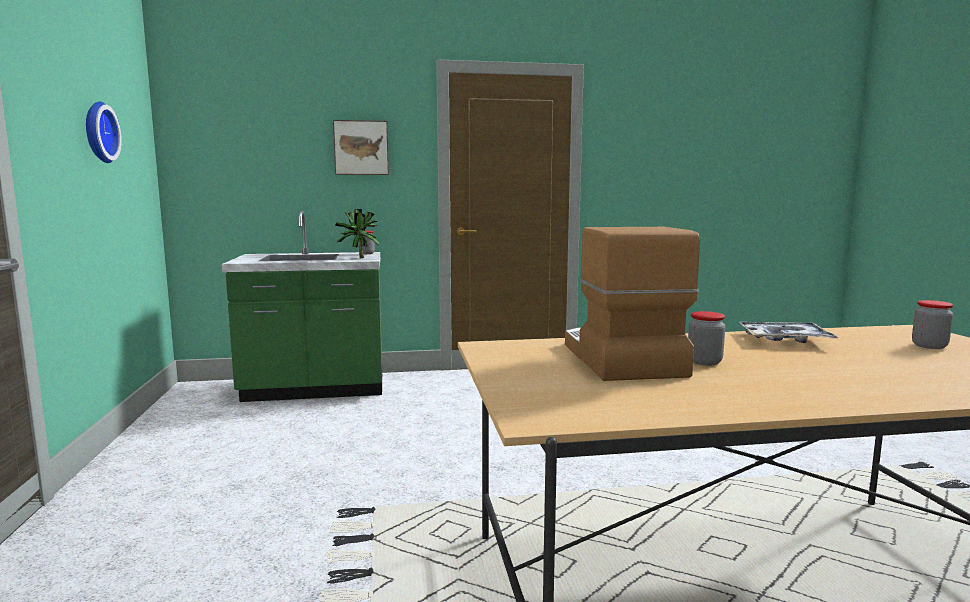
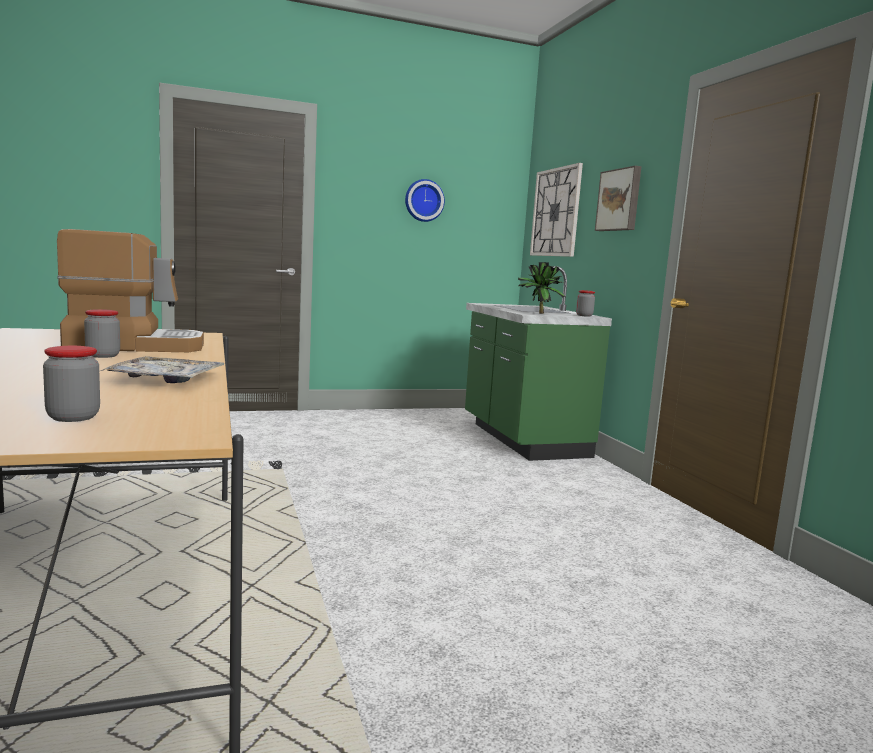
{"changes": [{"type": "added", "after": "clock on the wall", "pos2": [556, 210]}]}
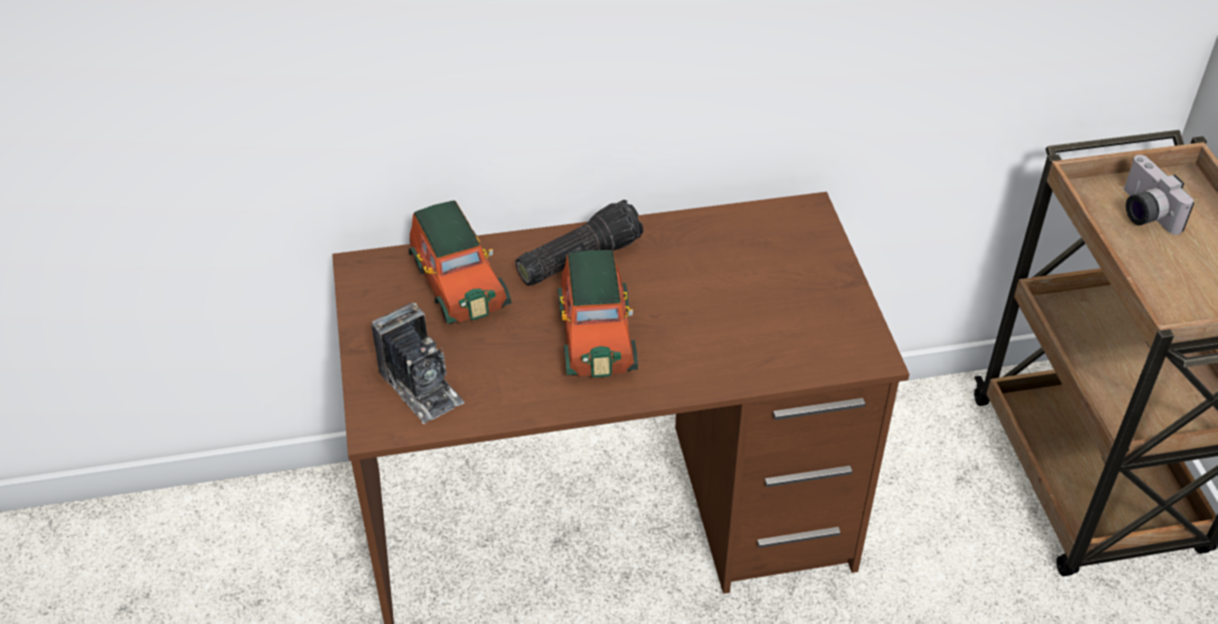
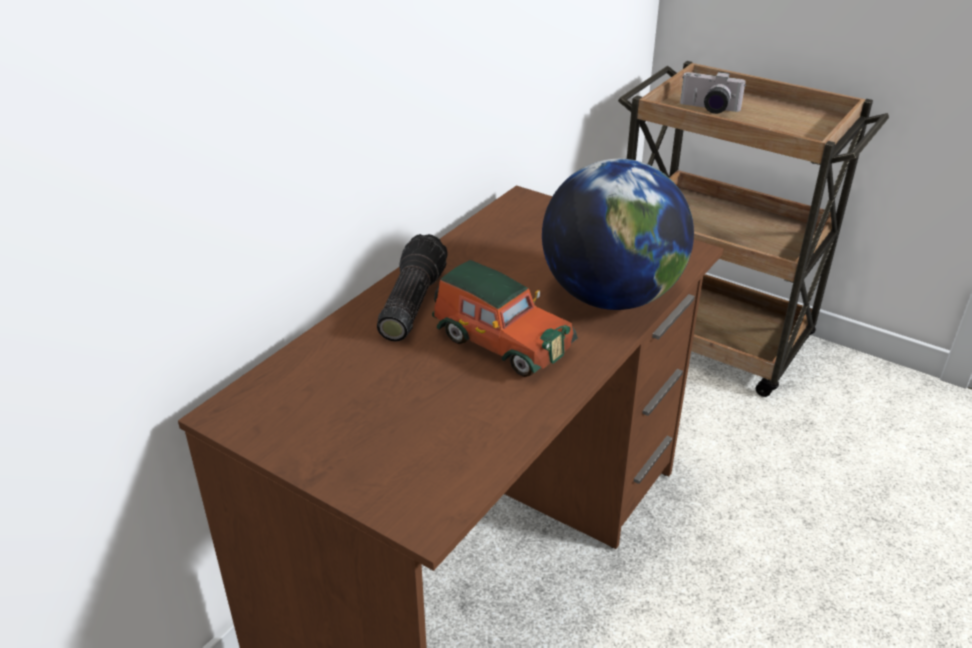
{"changes": [{"type": "removed", "before": "still camera", "pos1": [418, 363]}, {"type": "removed", "before": "model car", "pos1": [460, 262]}, {"type": "added", "after": "desk globe", "pos2": [618, 234]}]}
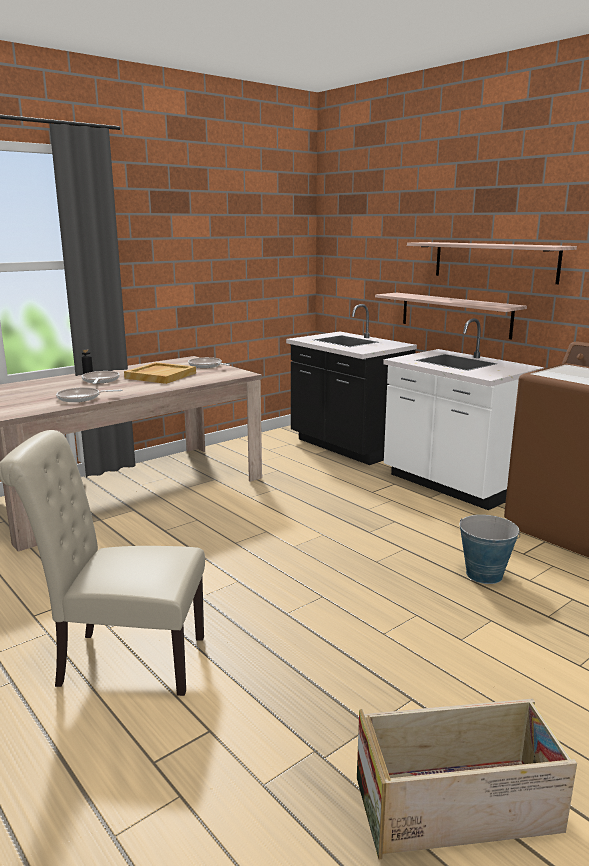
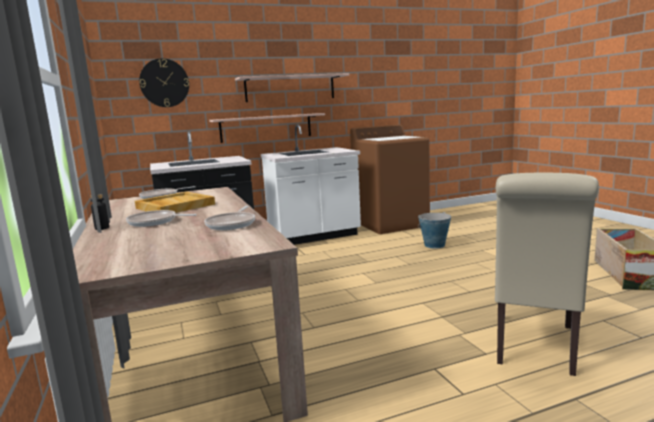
{"changes": [{"type": "added", "after": "clock on the wall", "pos2": [164, 82]}]}
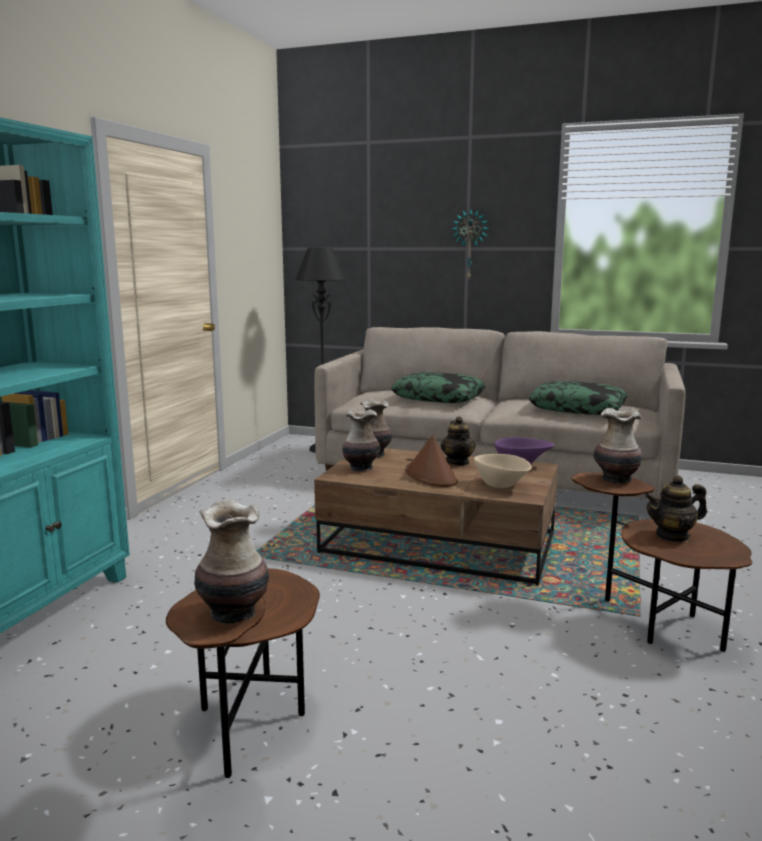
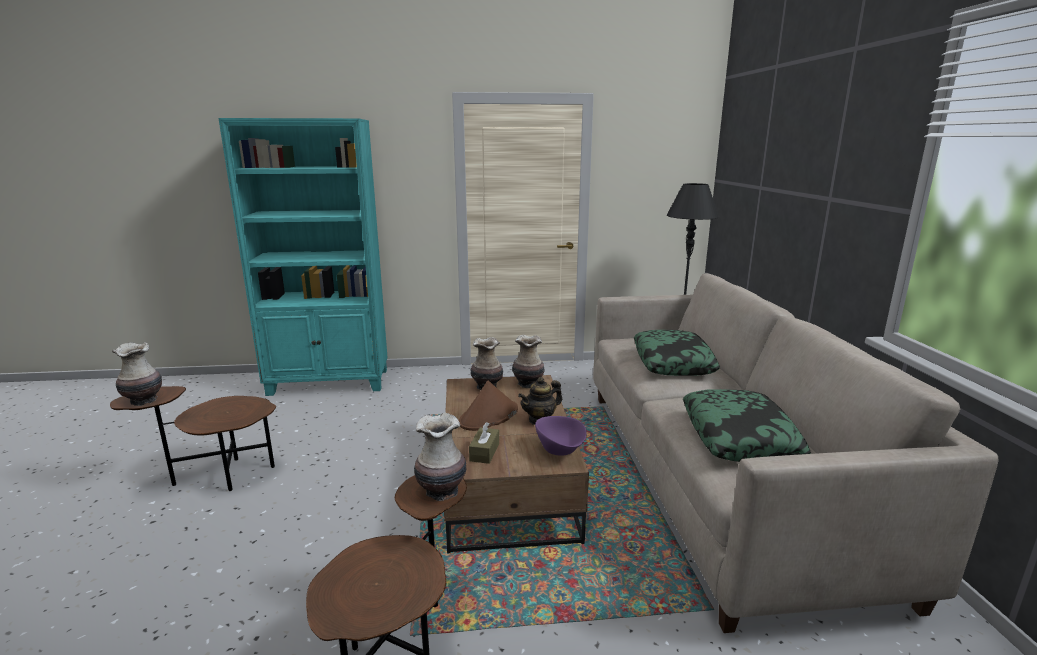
{"changes": [{"type": "removed", "before": "clock on the wall", "pos1": [471, 245]}, {"type": "replaced", "before": "sand-coloured serving bowl", "after": "brown box of tissues", "pos1": [503, 471], "pos2": [484, 443]}, {"type": "removed", "before": "teapot", "pos1": [676, 509]}]}
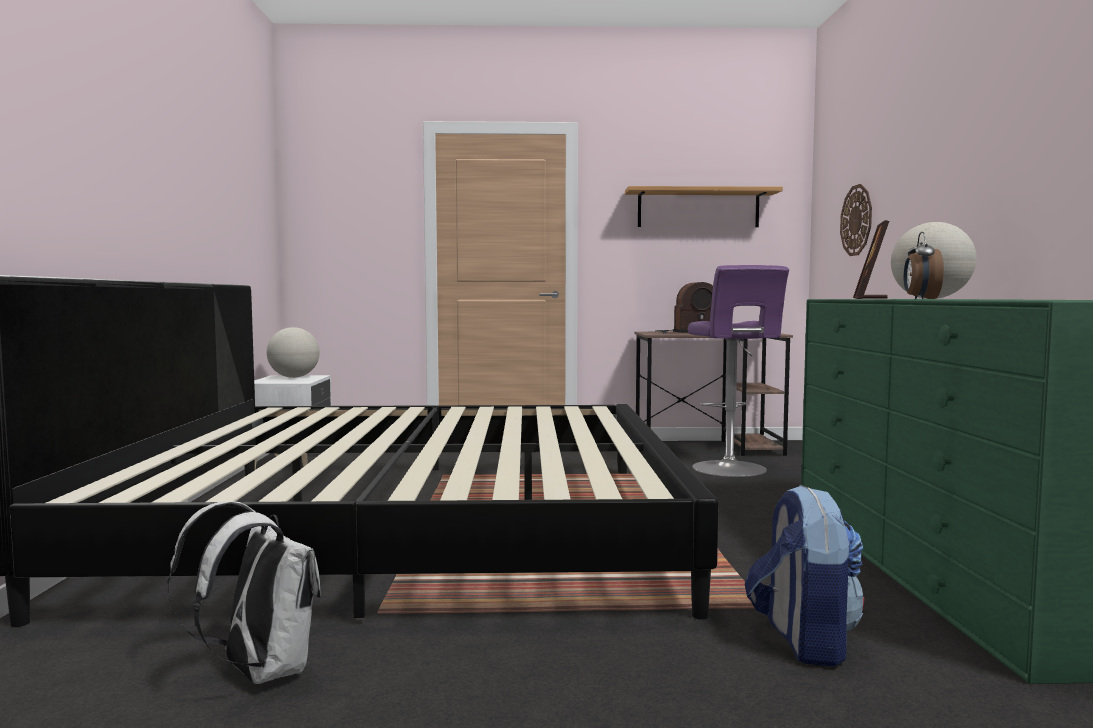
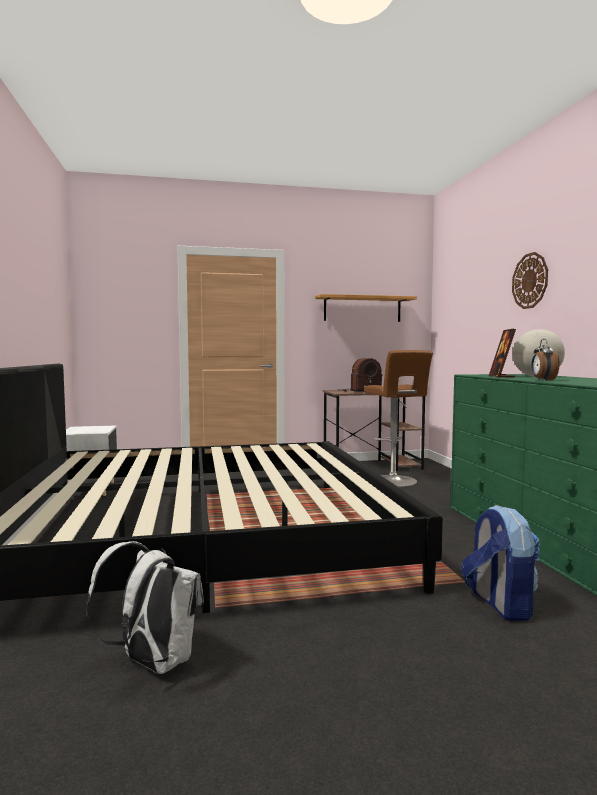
{"changes": [{"type": "removed", "before": "desk globe", "pos1": [293, 352]}, {"type": "recoloured", "before": "purplish stool seat", "after": "brown stool seat", "pos1": [738, 371], "pos2": [398, 418]}, {"type": "moved", "before": "clock on the wall", "pos1": [856, 220], "pos2": [530, 280]}]}
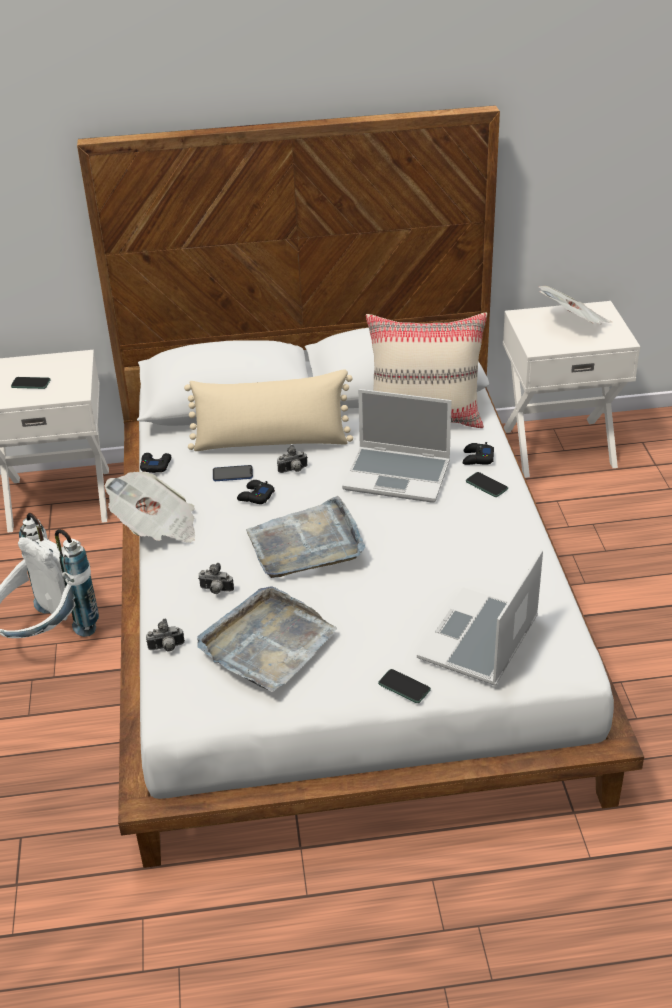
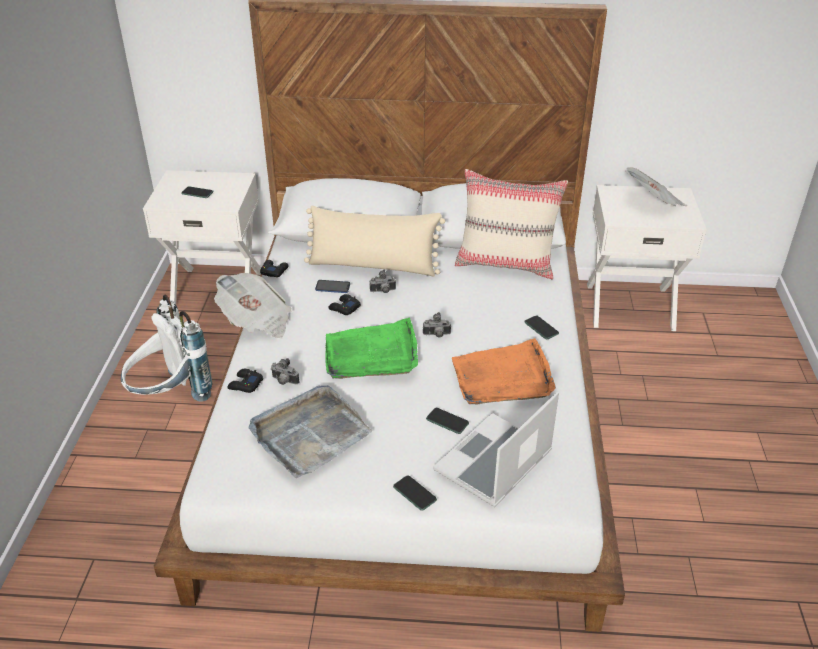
{"changes": [{"type": "moved", "before": "still camera", "pos1": [165, 635], "pos2": [437, 324]}, {"type": "recoloured", "before": "greyish serving tray", "after": "green serving tray", "pos1": [305, 537], "pos2": [371, 348]}, {"type": "removed", "before": "portable computer", "pos1": [396, 446]}, {"type": "moved", "before": "black joypad", "pos1": [478, 453], "pos2": [245, 381]}, {"type": "added", "after": "phone", "pos2": [447, 421]}, {"type": "added", "after": "orange serving tray", "pos2": [504, 371]}]}
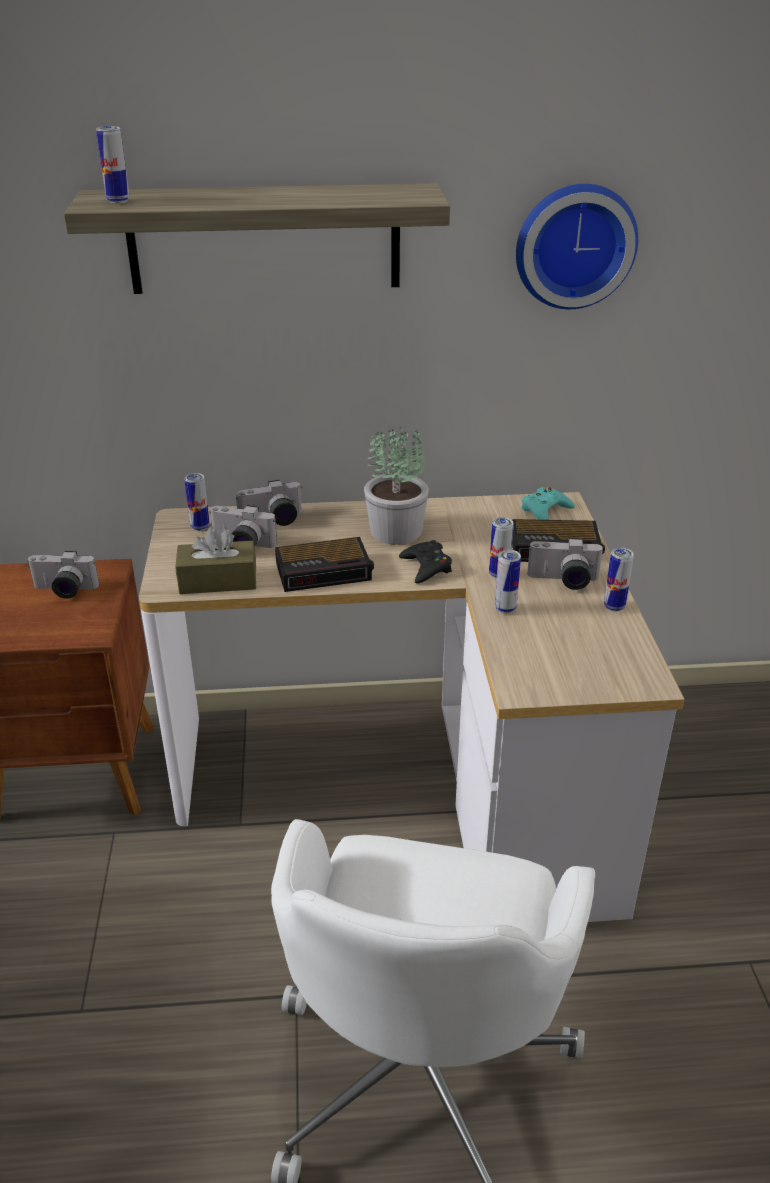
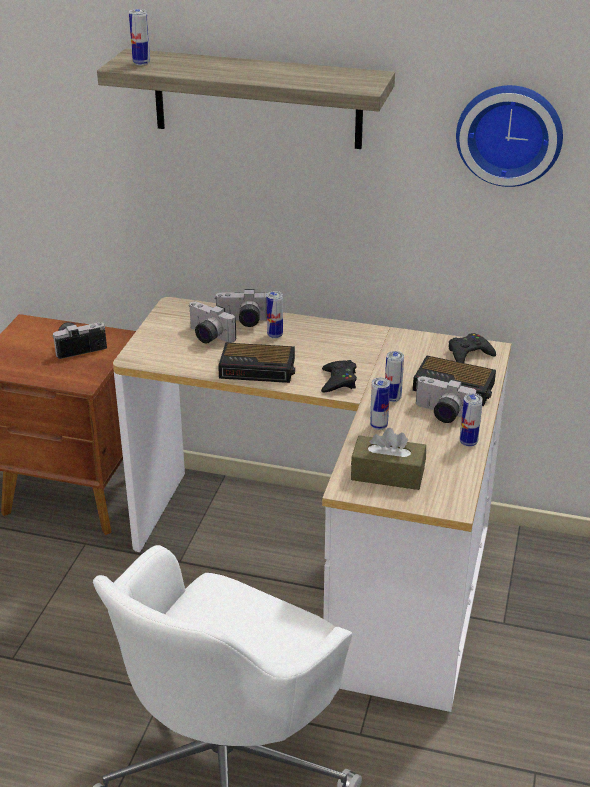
{"changes": [{"type": "turned", "before": "still camera", "pos1": [63, 575], "pos2": [79, 340], "turn": 135}, {"type": "moved", "before": "brown box of tissues", "pos1": [215, 560], "pos2": [388, 459]}, {"type": "moved", "before": "can", "pos1": [197, 502], "pos2": [275, 315]}, {"type": "removed", "before": "potted plant", "pos1": [396, 485]}, {"type": "recoloured", "before": "blue-green joypad", "after": "black joypad", "pos1": [548, 503], "pos2": [472, 348]}]}
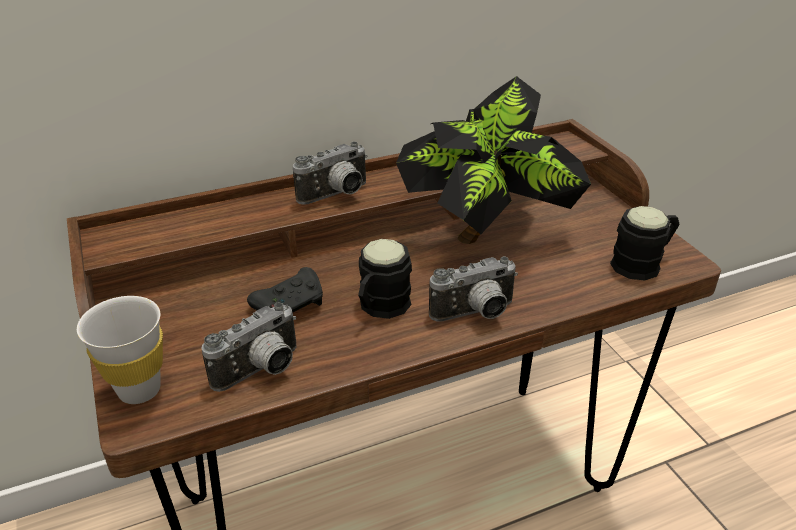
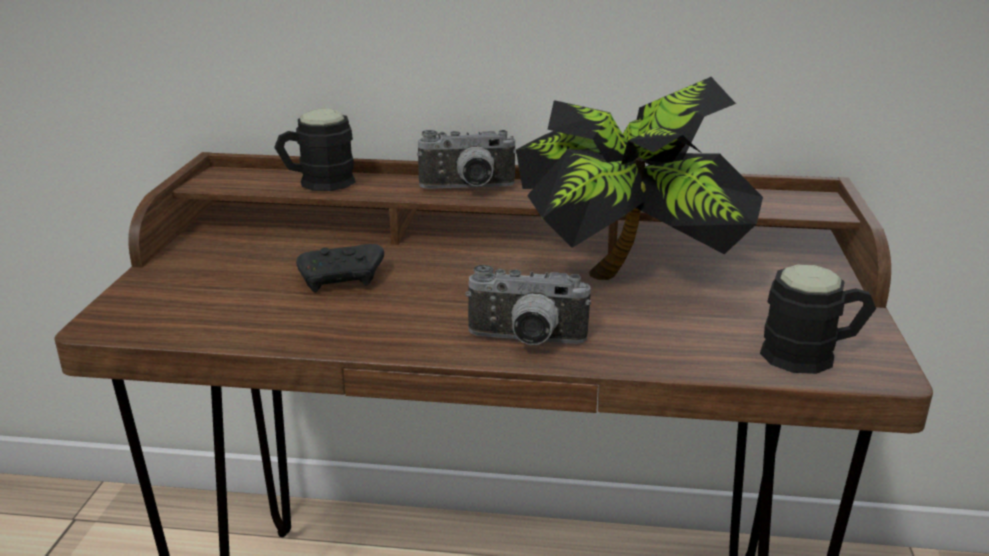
{"changes": [{"type": "removed", "before": "white small cup", "pos1": [120, 350]}, {"type": "removed", "before": "still camera", "pos1": [249, 347]}, {"type": "moved", "before": "black coffee mug", "pos1": [385, 279], "pos2": [315, 149]}]}
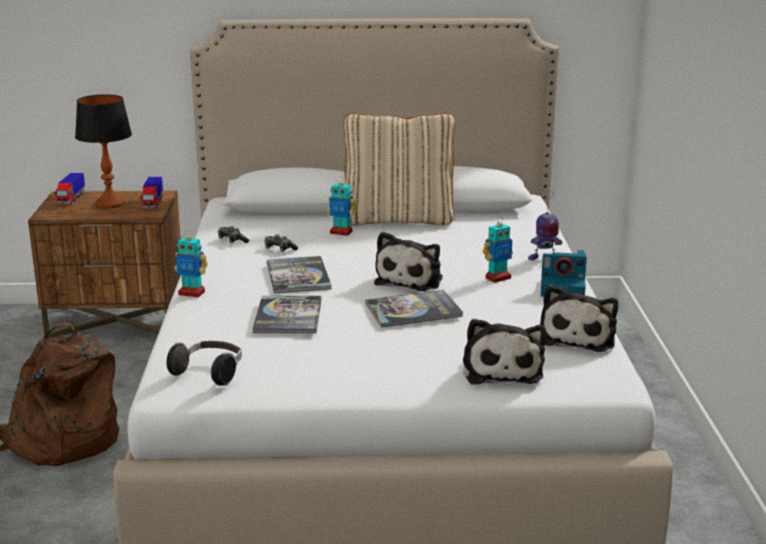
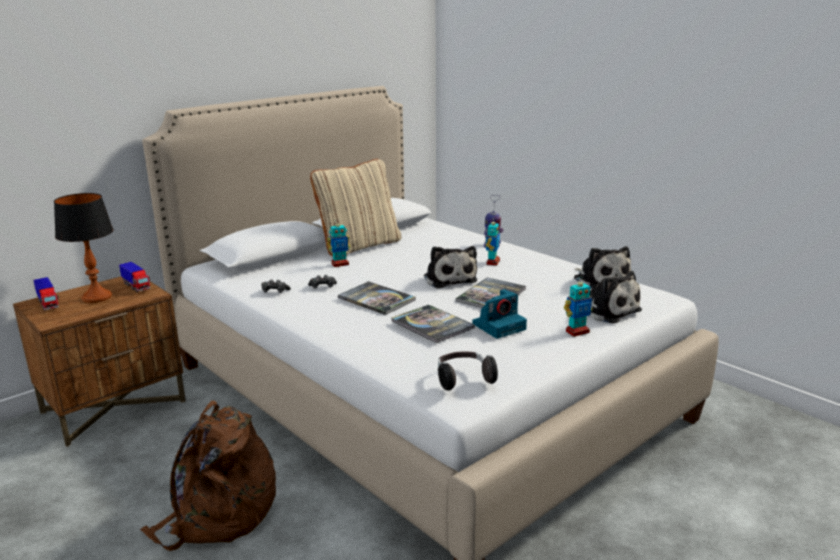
{"changes": [{"type": "moved", "before": "toy robot", "pos1": [191, 265], "pos2": [578, 308]}, {"type": "moved", "before": "still camera", "pos1": [564, 273], "pos2": [499, 314]}]}
